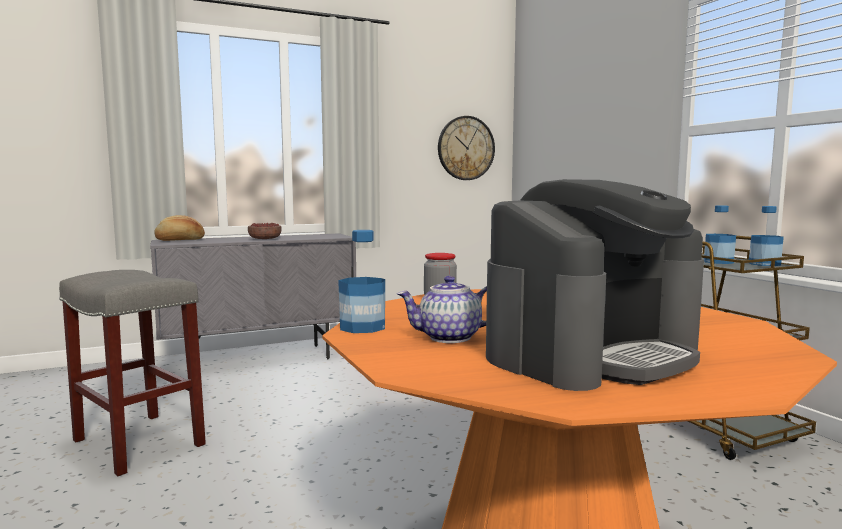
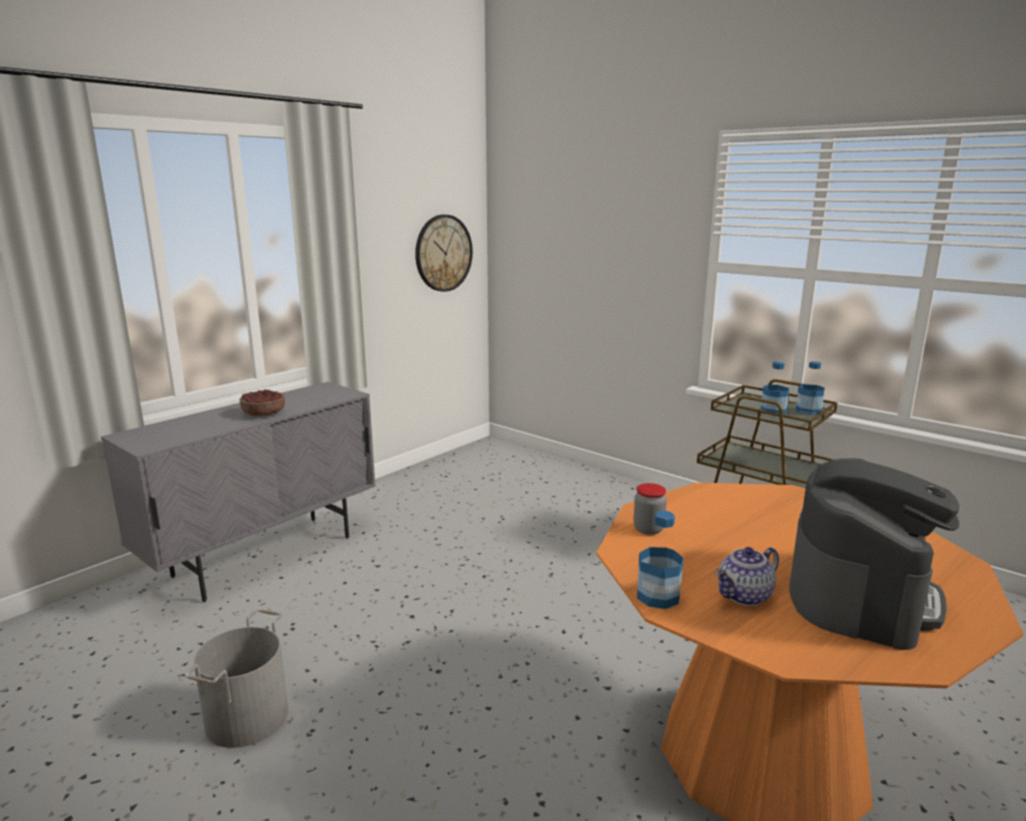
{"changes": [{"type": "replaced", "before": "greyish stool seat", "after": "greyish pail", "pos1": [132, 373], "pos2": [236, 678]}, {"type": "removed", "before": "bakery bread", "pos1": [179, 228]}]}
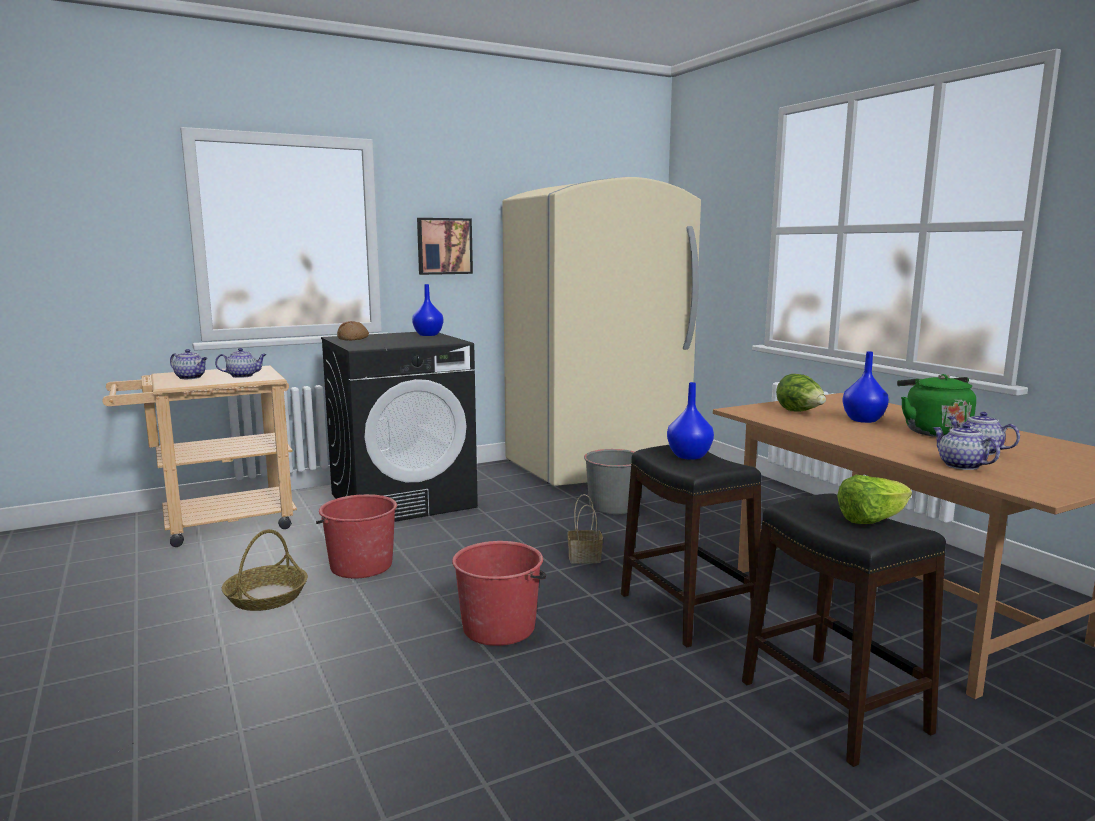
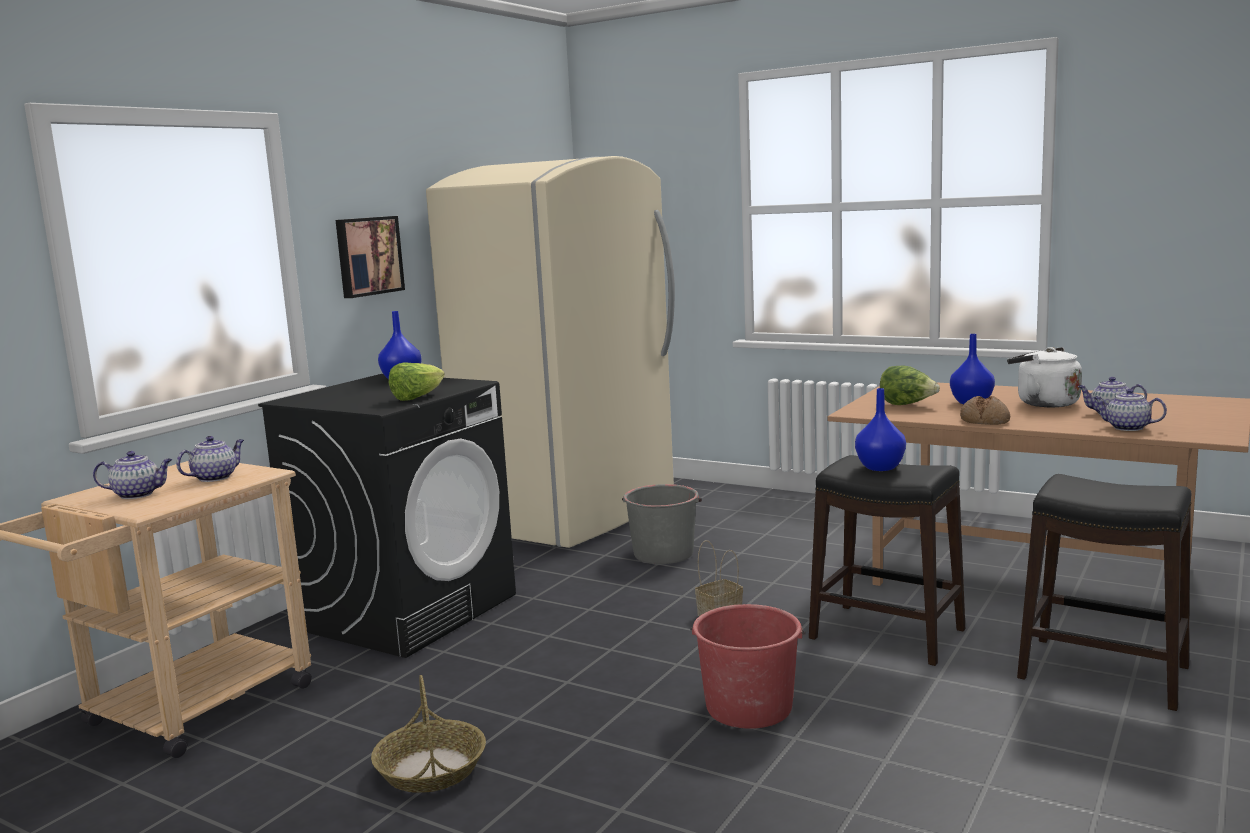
{"changes": [{"type": "removed", "before": "reddish pail", "pos1": [356, 536]}, {"type": "moved", "before": "bakery bread", "pos1": [353, 331], "pos2": [985, 410]}, {"type": "moved", "before": "lettuce head", "pos1": [874, 499], "pos2": [417, 381]}, {"type": "recoloured", "before": "green water kettle", "after": "white water kettle", "pos1": [936, 405], "pos2": [1044, 377]}]}
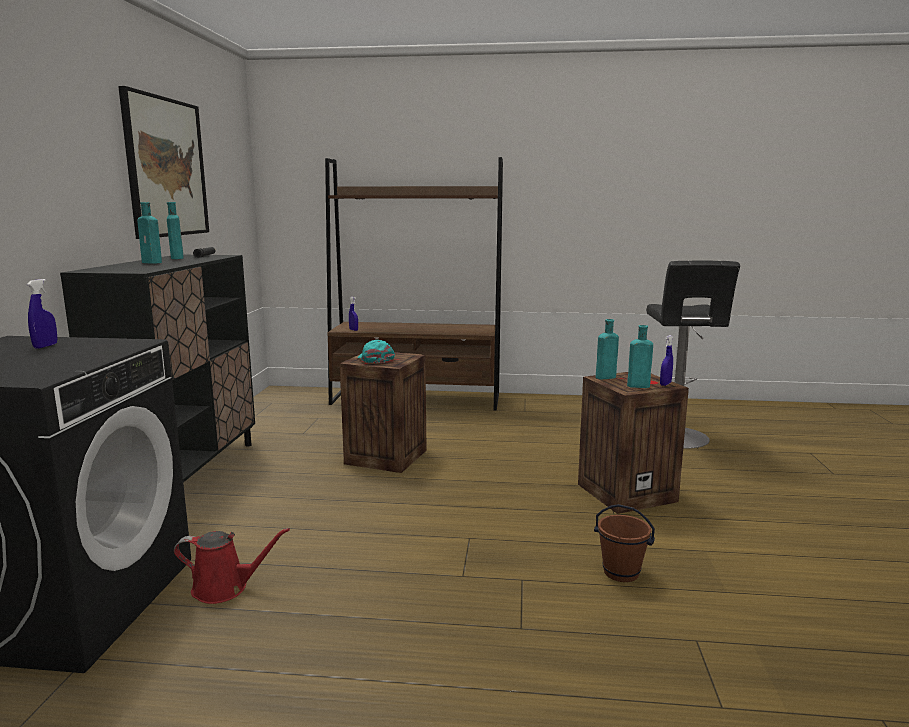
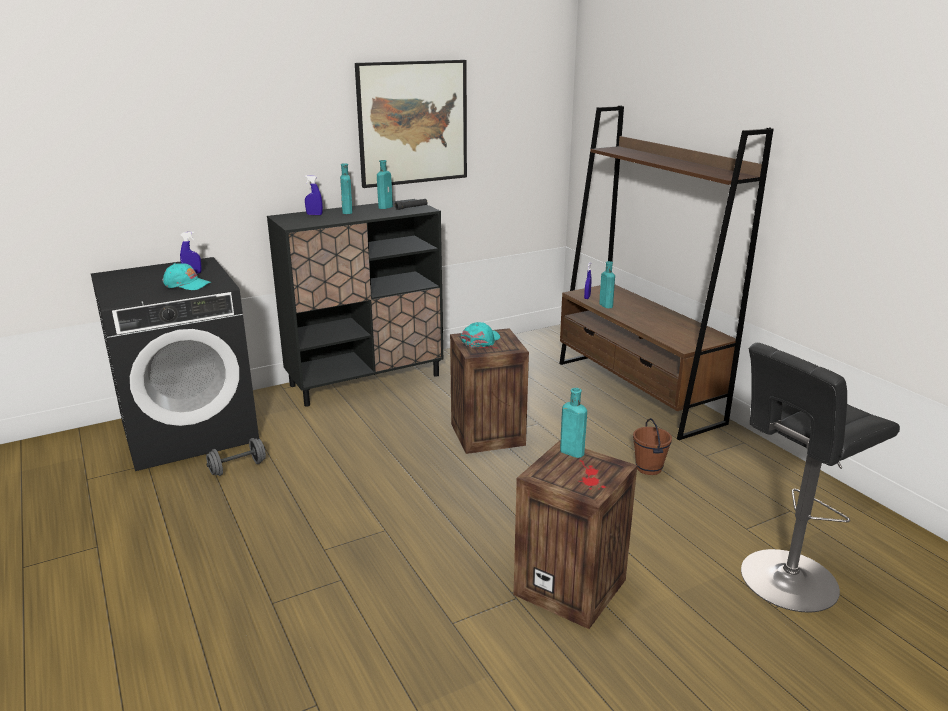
{"changes": [{"type": "replaced", "before": "reddish watering pot", "after": "greyish dumbbell", "pos1": [232, 566], "pos2": [236, 457]}, {"type": "moved", "before": "brown pail", "pos1": [624, 543], "pos2": [652, 446]}, {"type": "moved", "before": "blue-green drink bottle", "pos1": [640, 356], "pos2": [607, 284]}, {"type": "moved", "before": "blue-coloured spray bottle", "pos1": [666, 360], "pos2": [314, 195]}, {"type": "added", "after": "blue-green peaked cap", "pos2": [186, 276]}]}
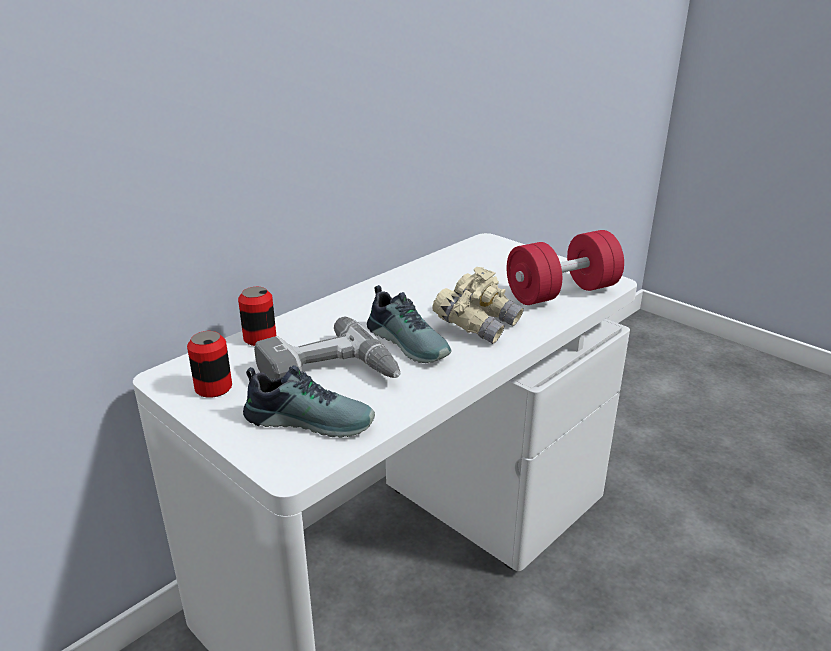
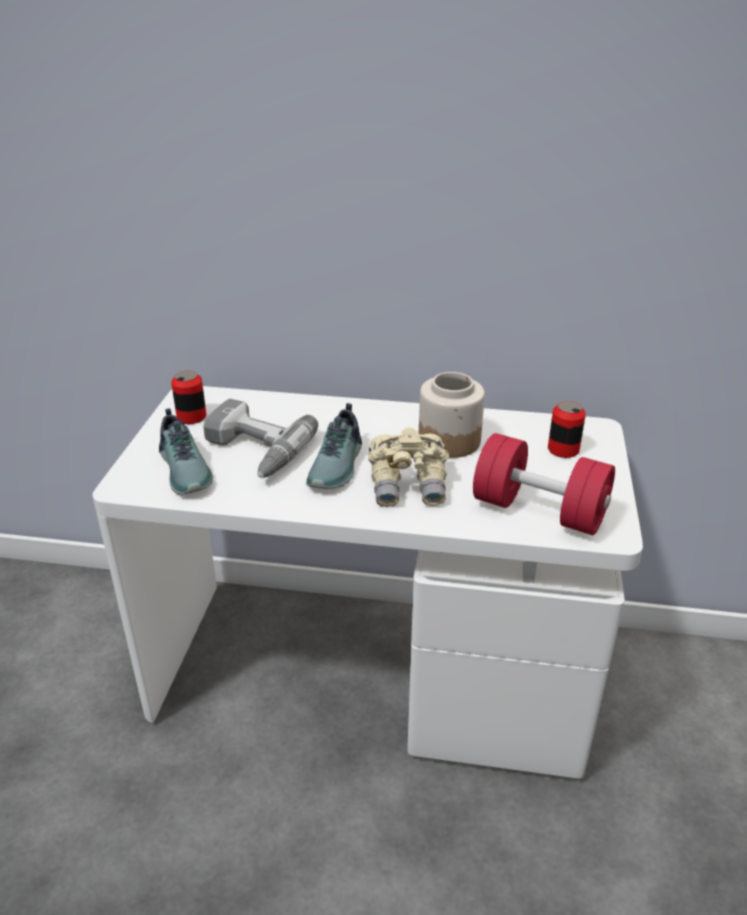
{"changes": [{"type": "moved", "before": "can", "pos1": [257, 316], "pos2": [567, 429]}, {"type": "added", "after": "storage jar", "pos2": [452, 415]}]}
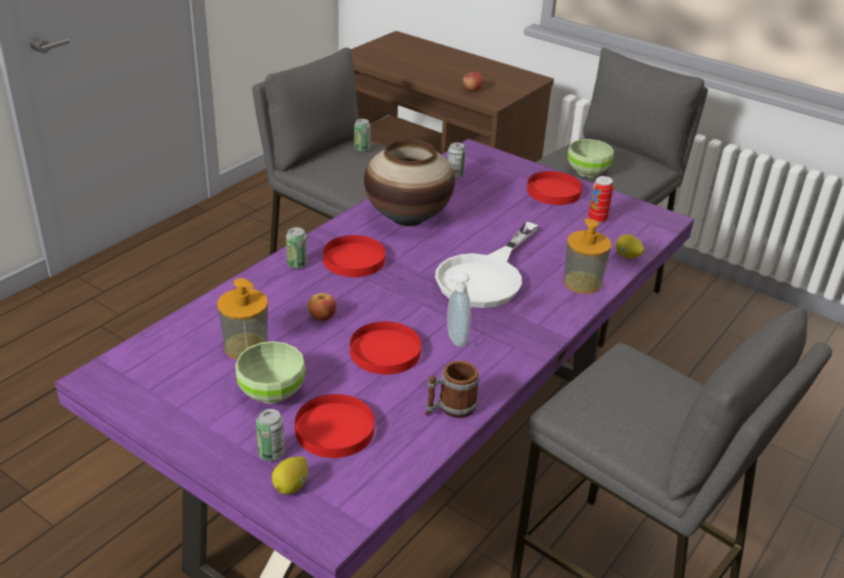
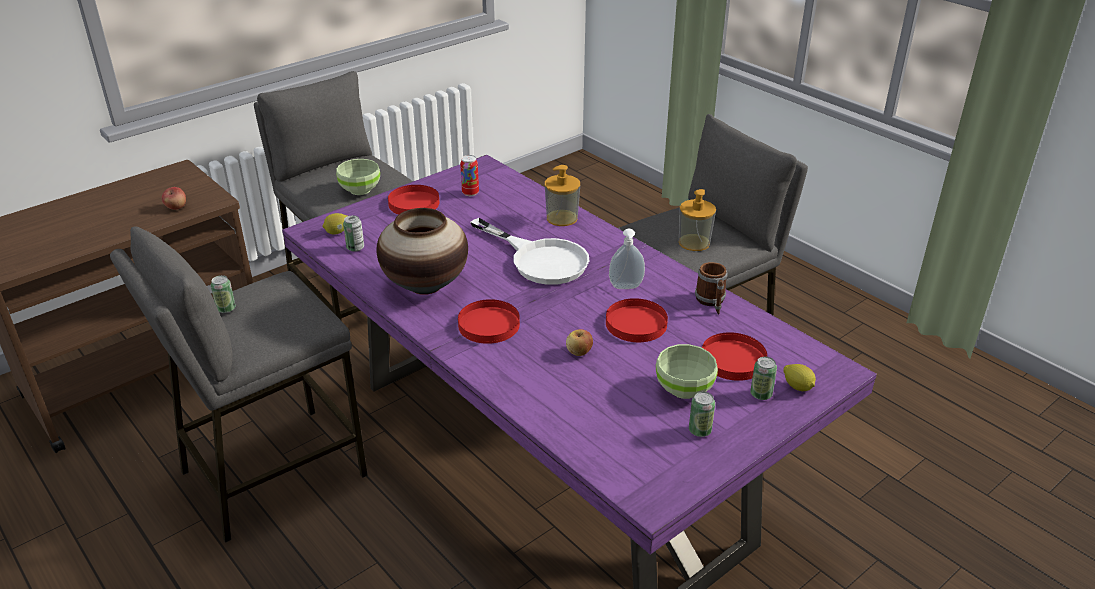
{"changes": [{"type": "moved", "before": "soap bottle", "pos1": [242, 318], "pos2": [697, 220]}, {"type": "moved", "before": "can", "pos1": [297, 248], "pos2": [702, 414]}, {"type": "moved", "before": "lemon", "pos1": [630, 246], "pos2": [334, 223]}]}
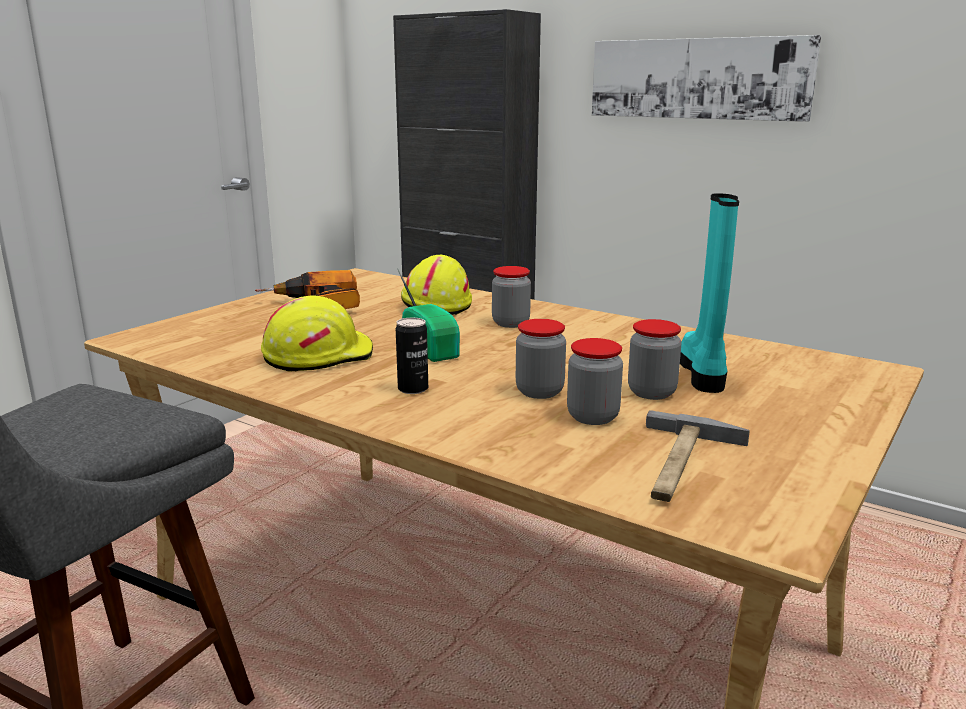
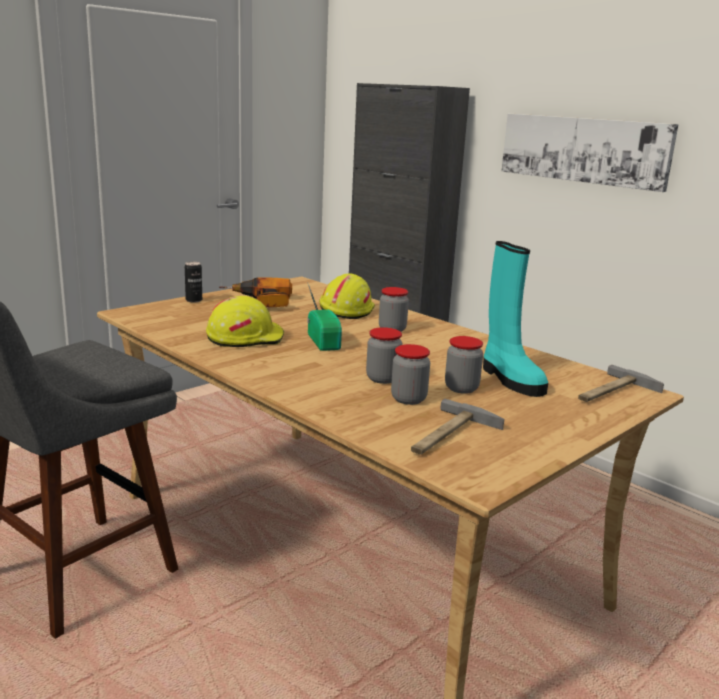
{"changes": [{"type": "moved", "before": "can", "pos1": [412, 356], "pos2": [193, 282]}, {"type": "turned", "before": "blue-green high-top boot", "pos1": [709, 293], "pos2": [515, 319], "turn": 135}, {"type": "added", "after": "tool hammer", "pos2": [621, 383]}]}
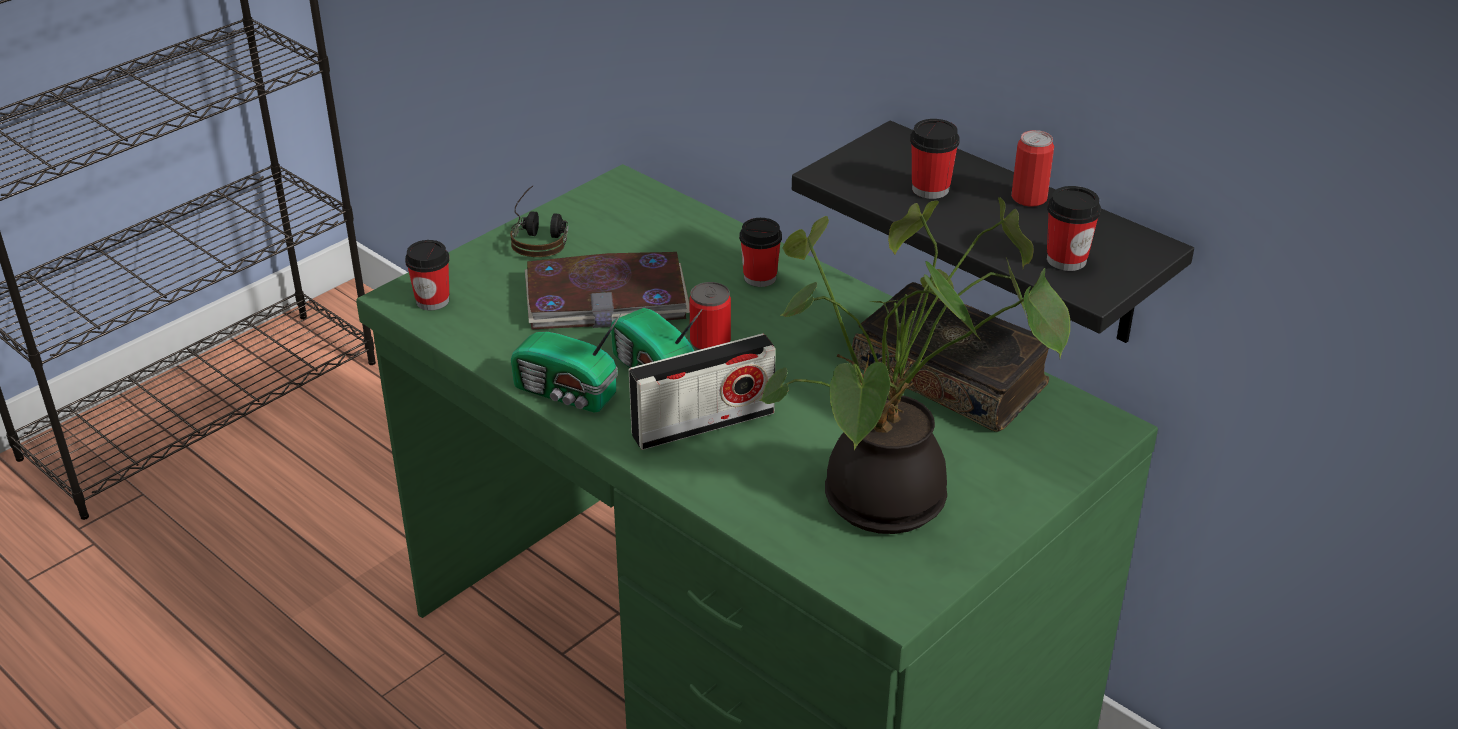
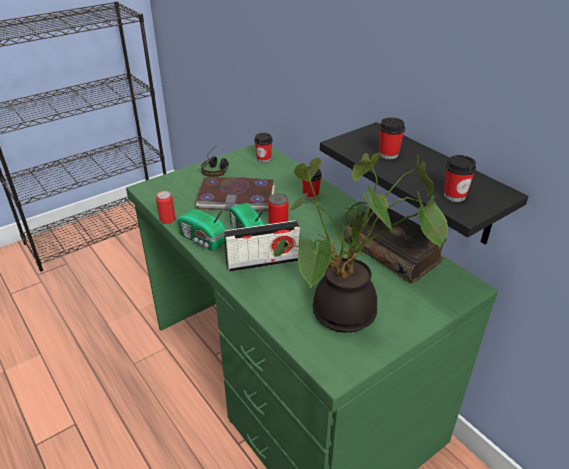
{"changes": [{"type": "moved", "before": "small cup", "pos1": [427, 275], "pos2": [263, 148]}, {"type": "moved", "before": "can", "pos1": [1032, 168], "pos2": [166, 207]}]}
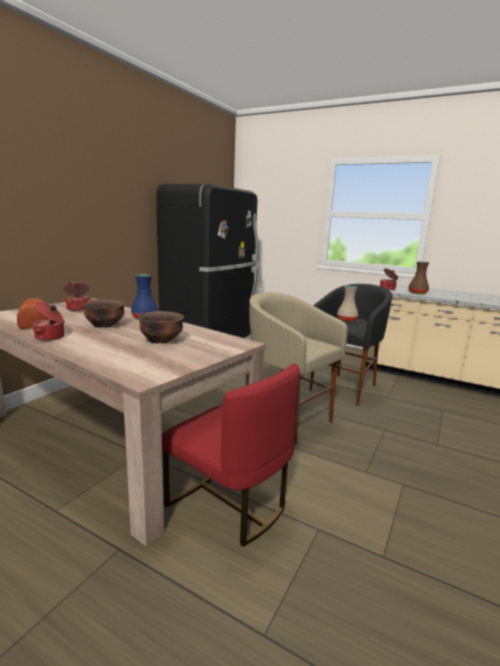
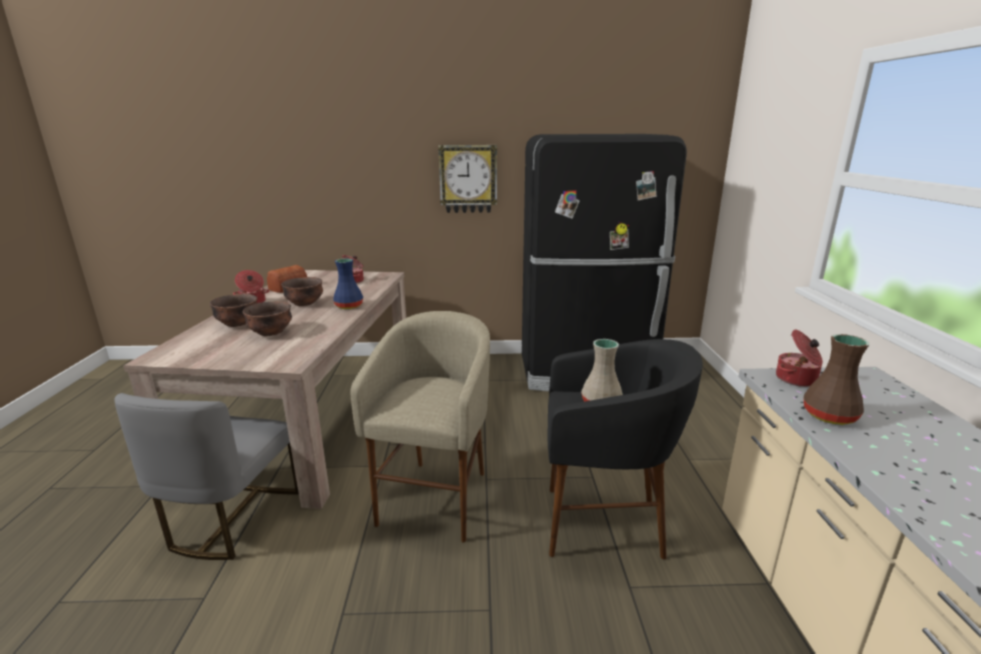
{"changes": [{"type": "recoloured", "before": "reddish upright chair", "after": "greyish upright chair", "pos1": [231, 455], "pos2": [206, 476]}, {"type": "added", "after": "brown serving bowl", "pos2": [233, 310]}, {"type": "added", "after": "clock on the wall", "pos2": [467, 179]}]}
